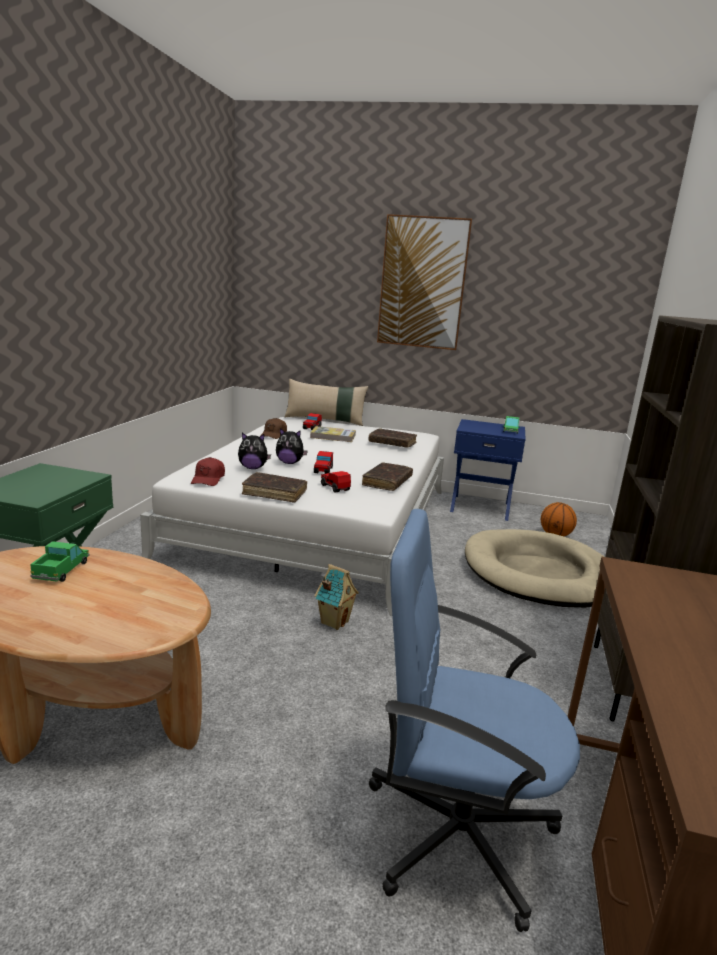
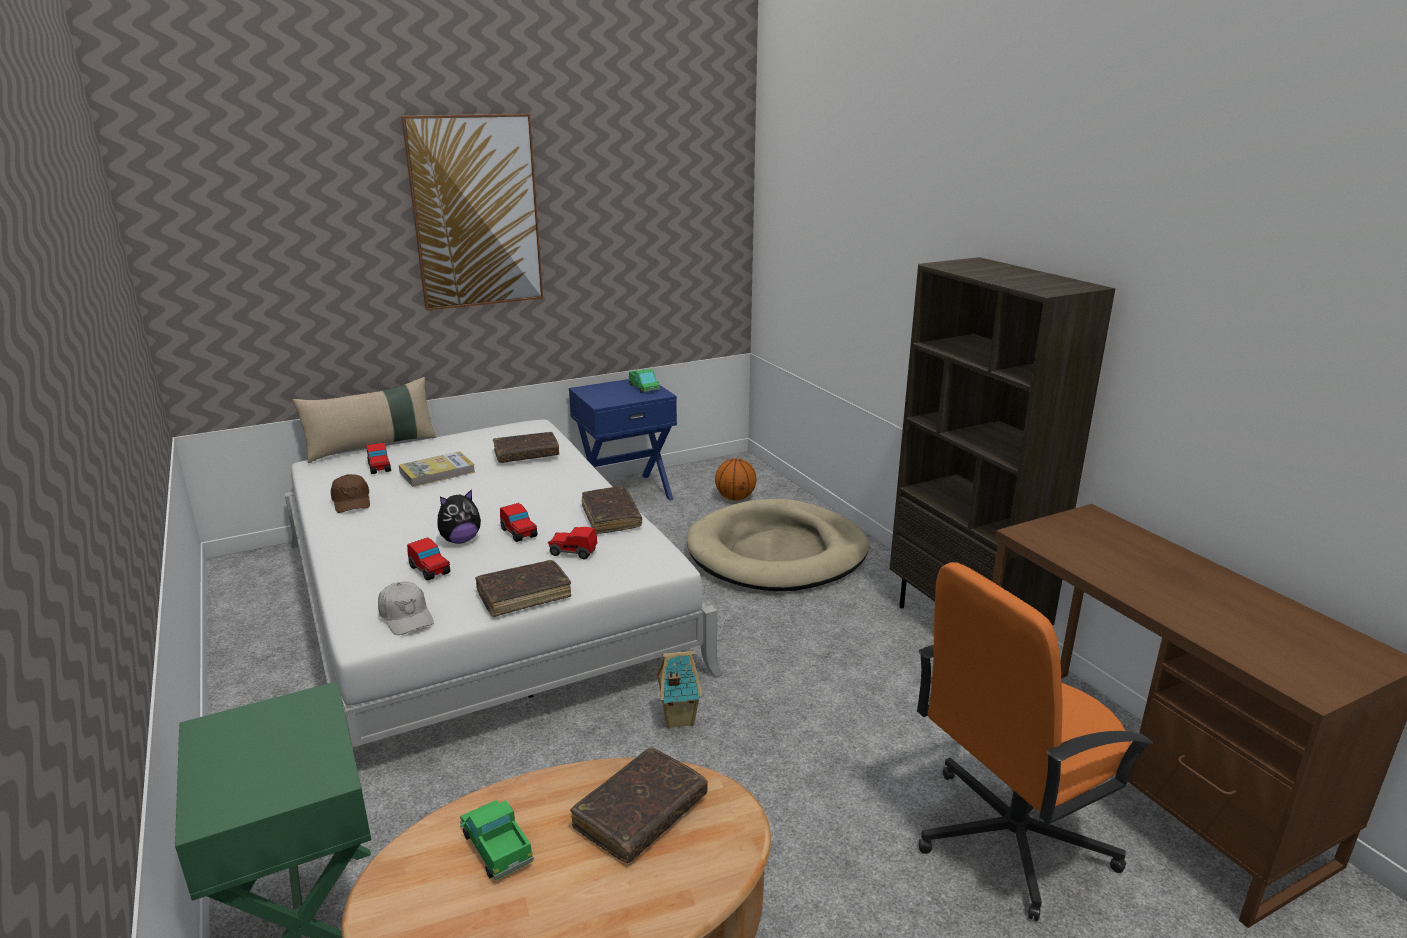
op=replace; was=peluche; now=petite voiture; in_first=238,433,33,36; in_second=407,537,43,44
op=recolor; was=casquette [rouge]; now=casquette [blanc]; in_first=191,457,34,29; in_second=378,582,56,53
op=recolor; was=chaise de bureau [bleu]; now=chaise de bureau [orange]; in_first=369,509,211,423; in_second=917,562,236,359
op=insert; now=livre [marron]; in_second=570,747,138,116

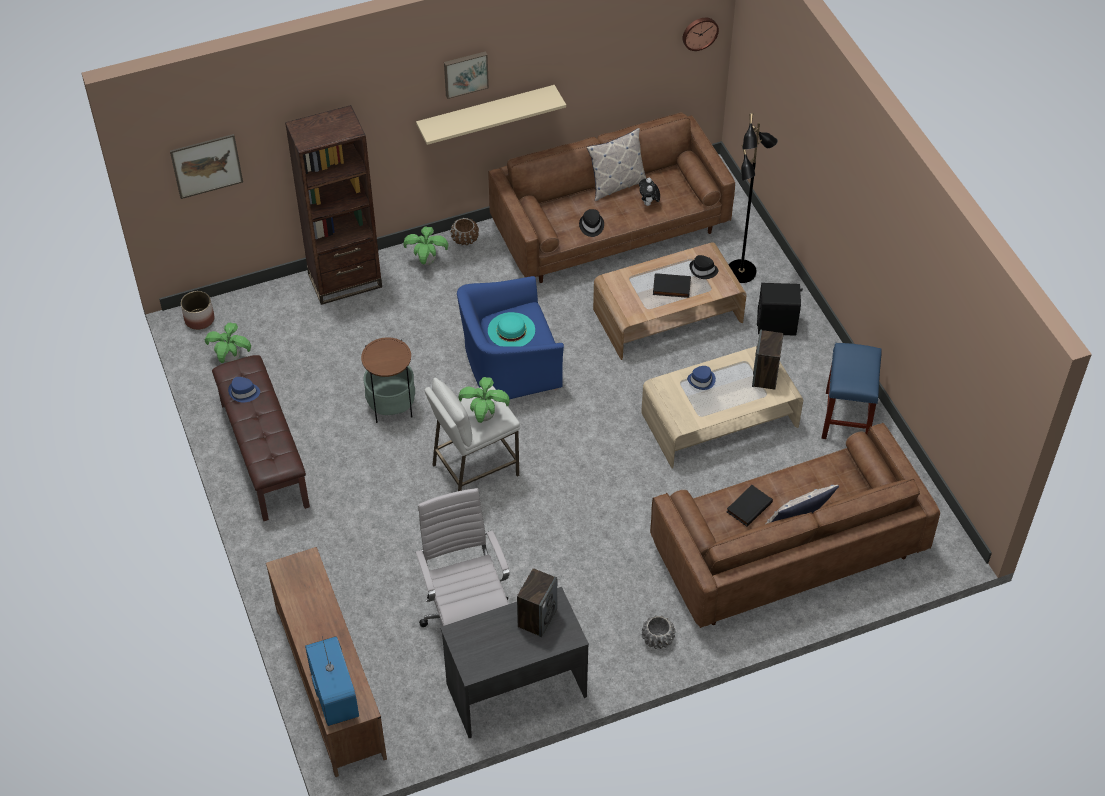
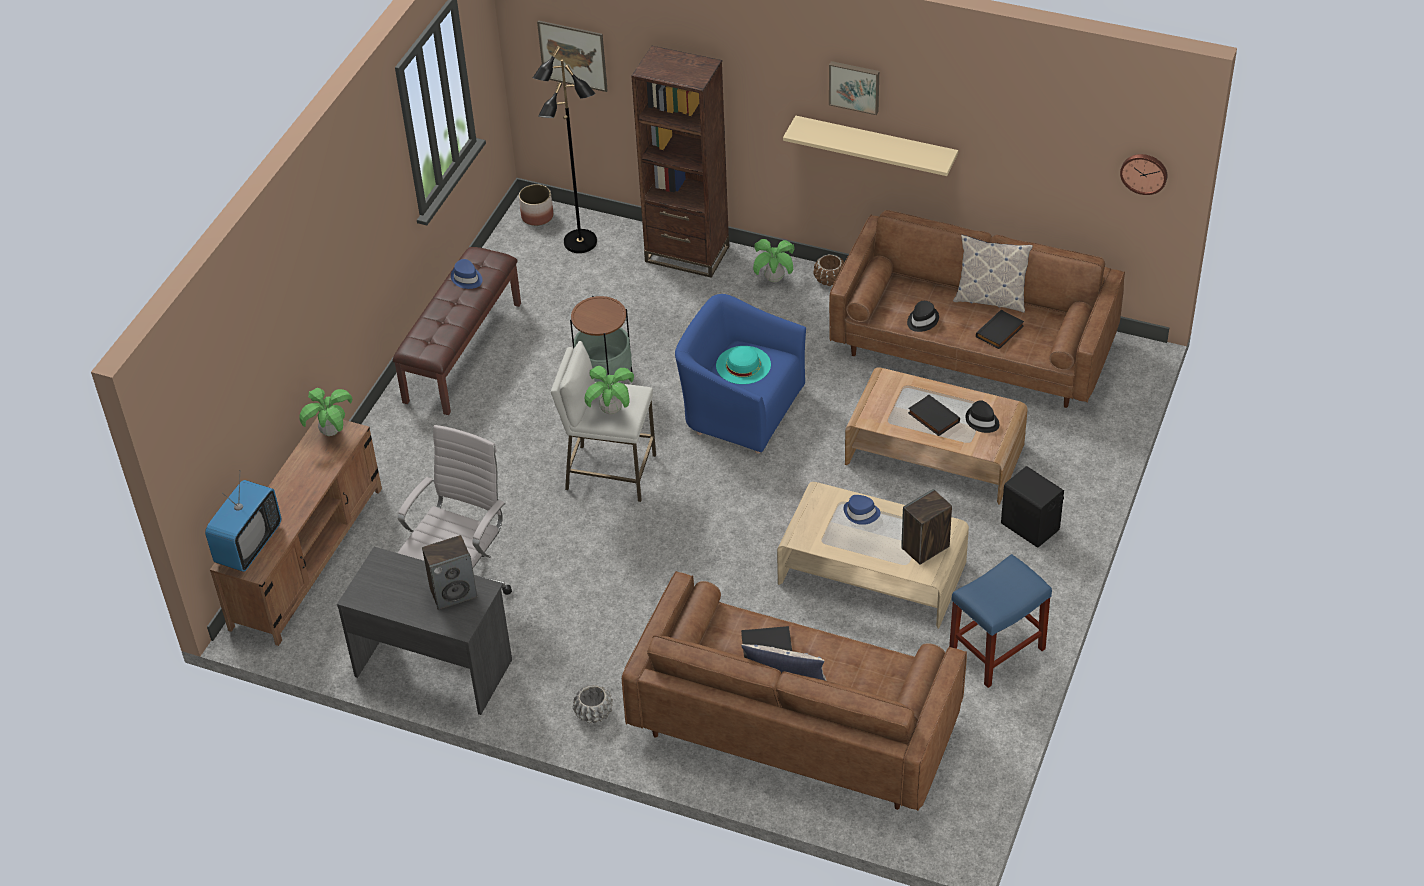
op=move; was=lampadaire [noir]; in_first=728,113,50,170; in_second=533,46,64,207
op=replace; was=peluche; now=livre [noir]; in_first=639,178,21,28; in_second=976,310,48,39
op=move; was=plante en pot; in_first=205,323,46,40; in_second=299,388,53,48

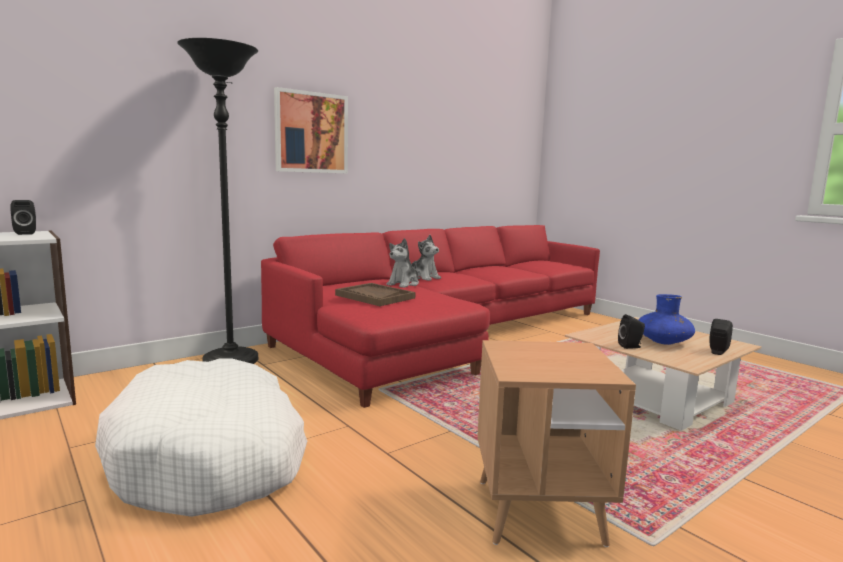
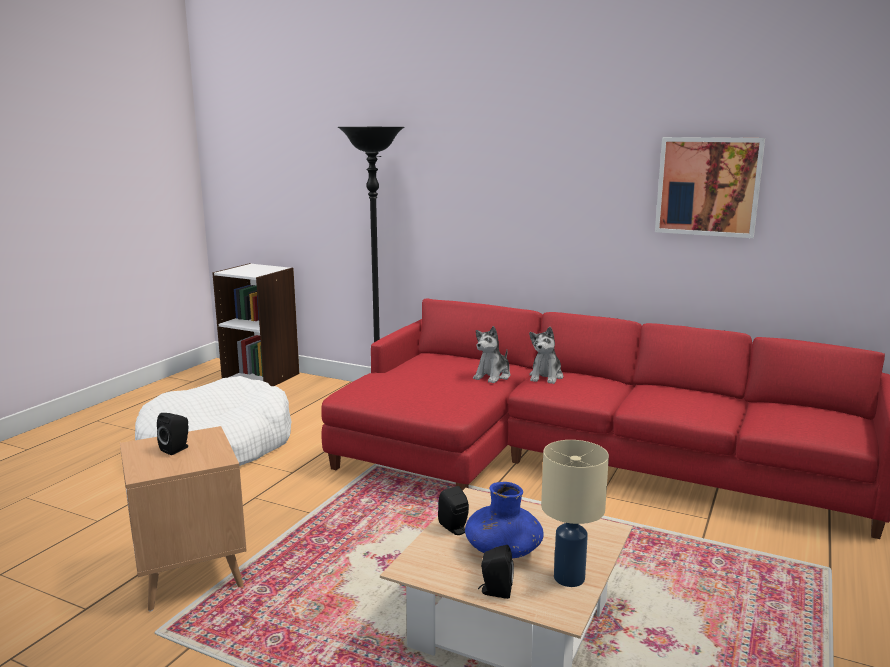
op=move; was=tableau; in_first=274,87,74,86; in_second=655,137,110,101
op=move; was=enceinte [noir]; in_first=10,200,26,35; in_second=157,413,31,42
op=rotate; was=peluche; in_first=386,238,33,50; in_second=473,326,37,57; clockwise=-60
op=delete; was=plateau [marron]; in_first=335,283,81,23
op=insert; now=lampe de table [beige]; in_second=541,440,68,147

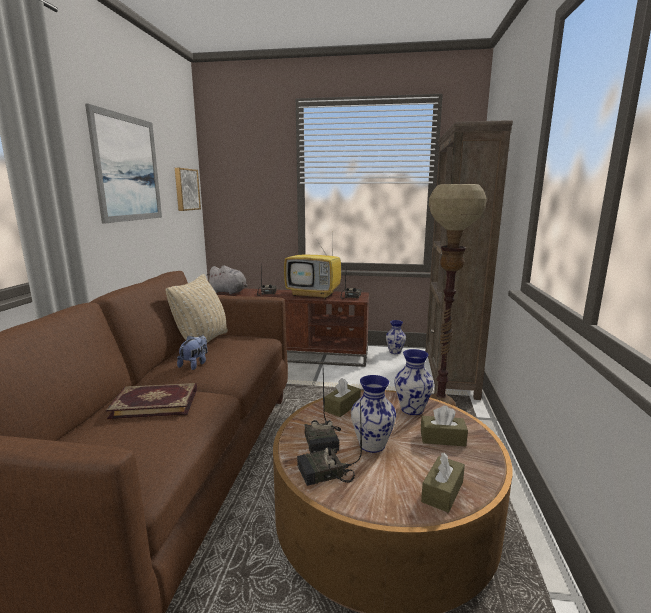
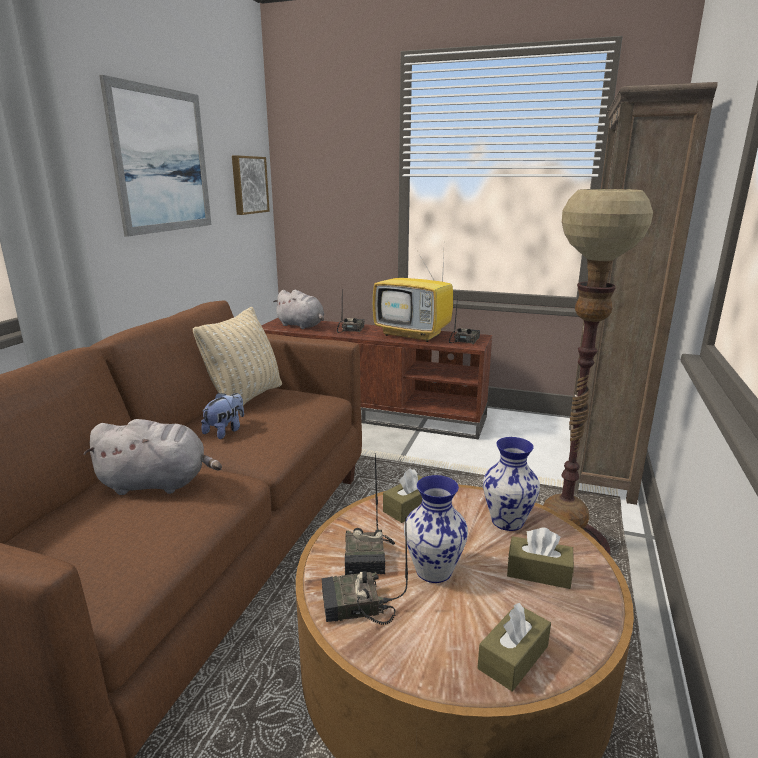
op=delete; was=vase; in_first=386,320,20,34
op=replace; was=livre; now=peluche [gris]; in_first=106,383,91,36; in_second=83,419,139,76

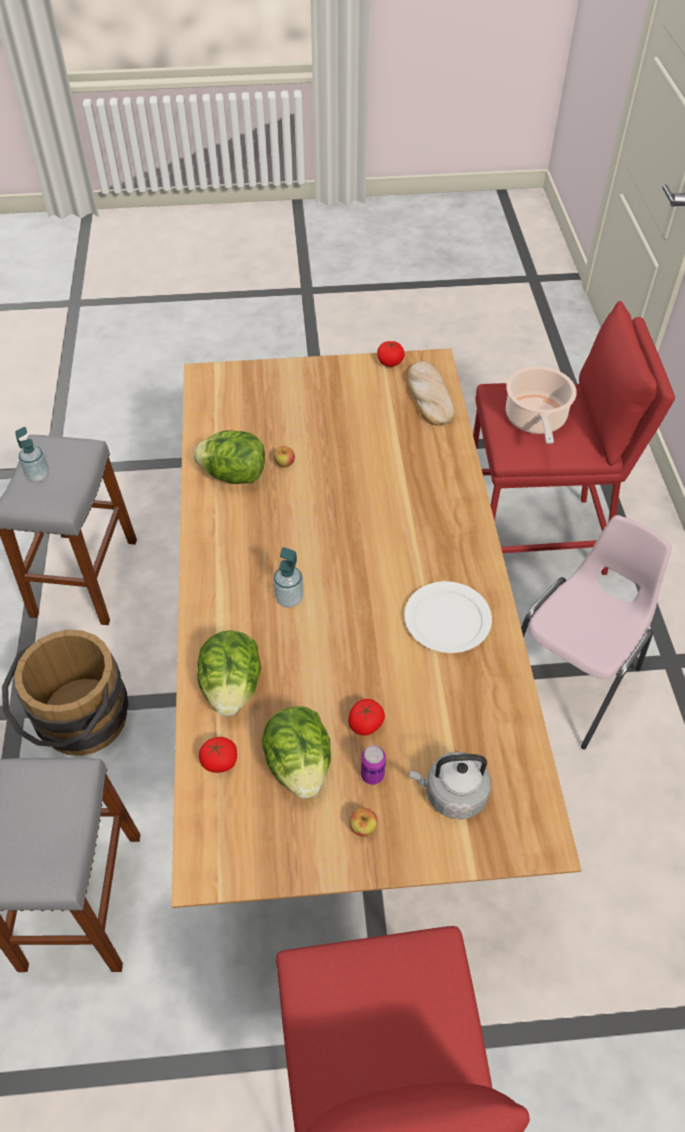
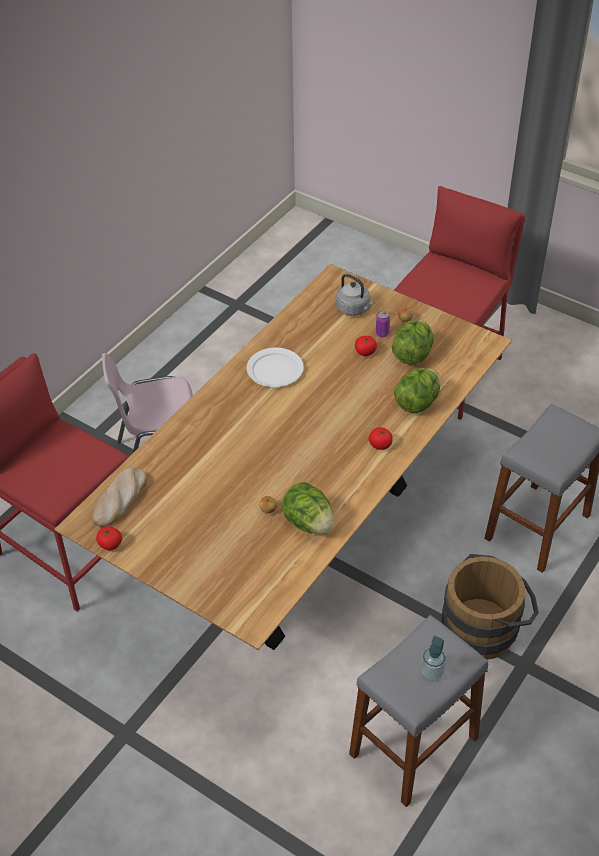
op=delete; was=marmite; in_first=506,366,71,78
op=delete; was=distributeur de savon; in_first=273,547,31,61
op=move; was=tomate; in_first=199,737,38,36; in_second=369,427,24,23

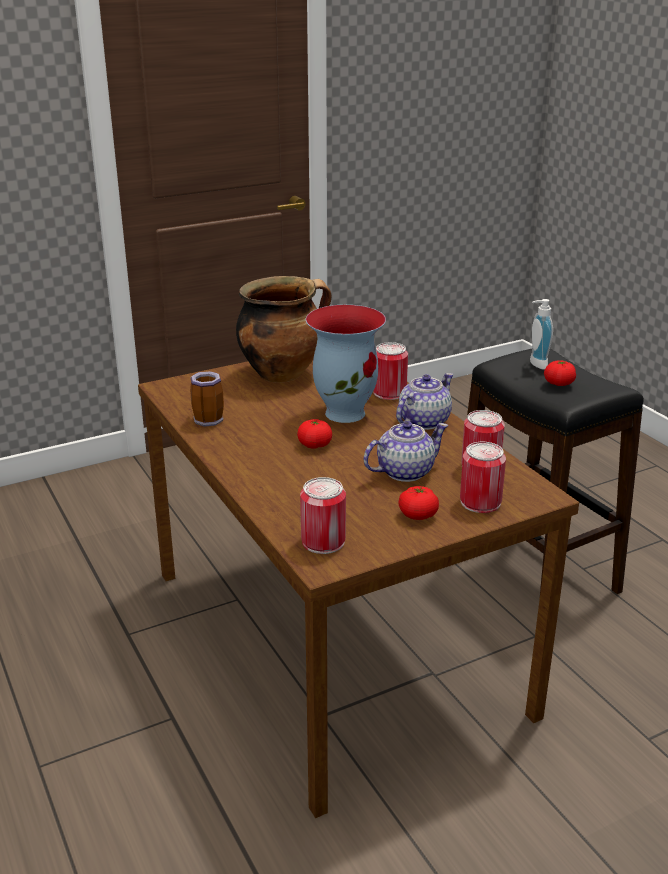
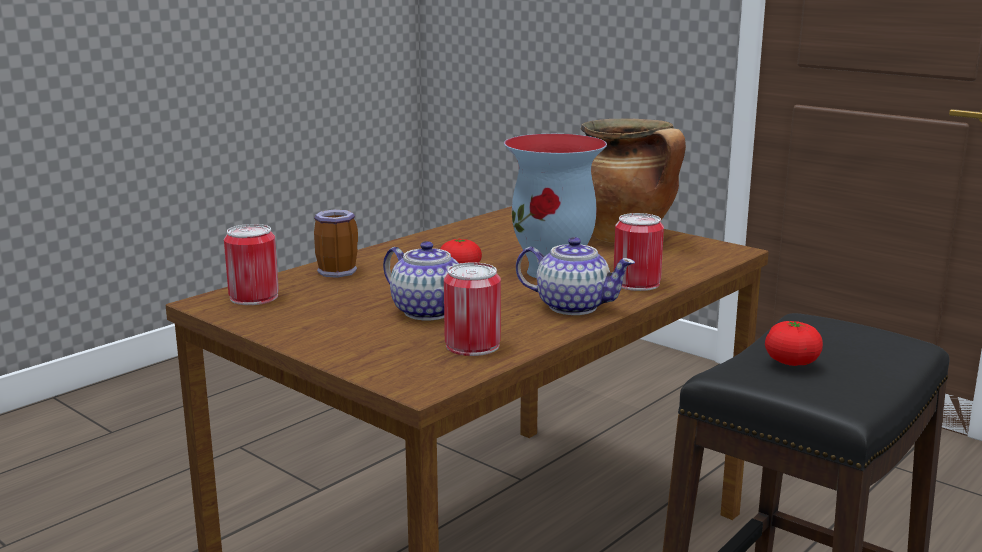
op=delete; was=distributeur de savon; in_first=530,299,23,70
op=move; was=mug; in_first=190,371,34,56; in_second=314,209,44,69
op=delete; was=boîte métallique; in_first=460,442,46,71
op=delete; was=tomate; in_first=399,486,40,34

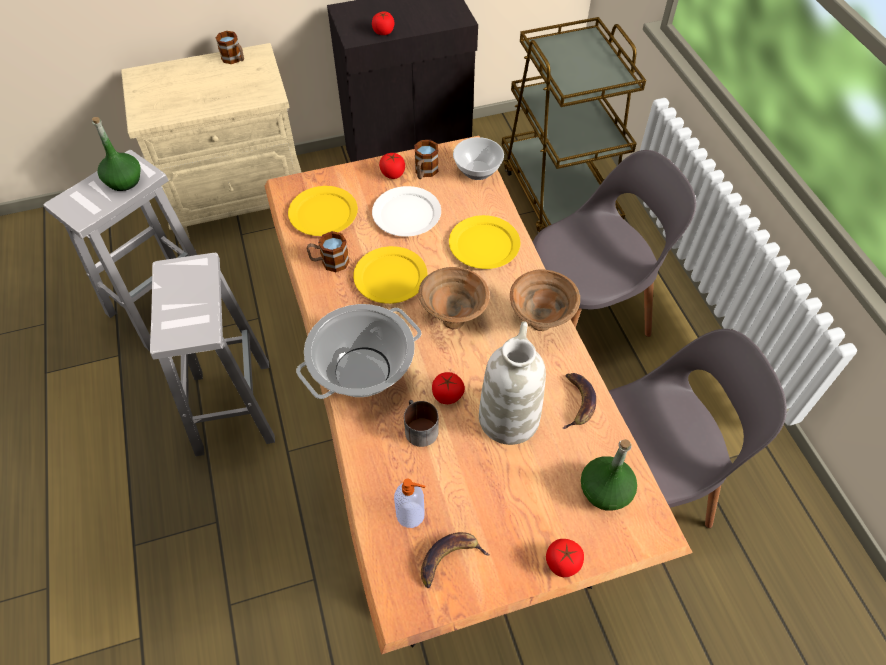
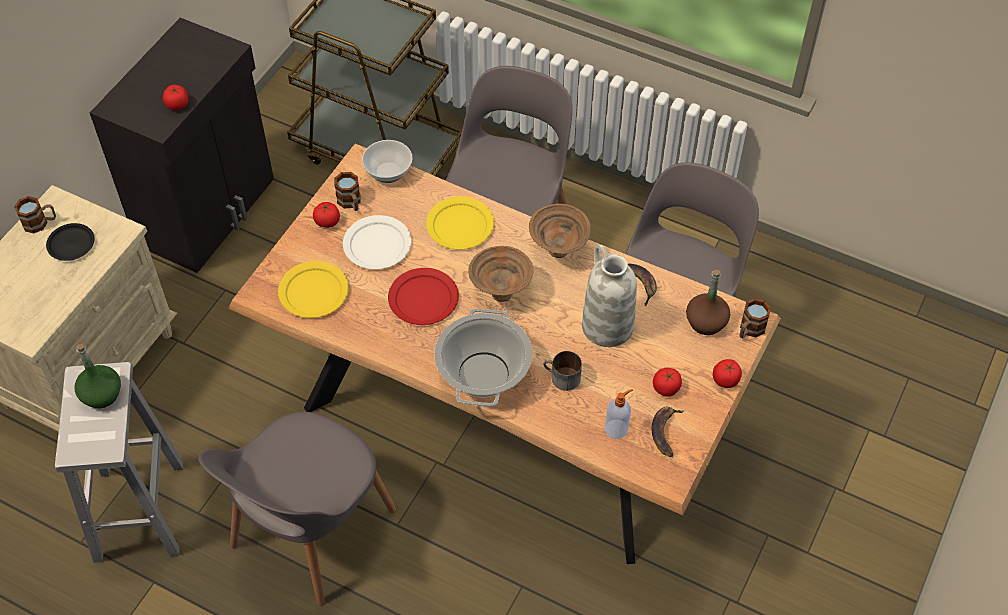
op=move; was=mug; in_first=306,231,43,41; in_second=739,298,32,41
op=recolor; was=assiette [jaune]; now=assiette [rouge]; in_first=353,246,74,58; in_second=388,268,71,57
op=replace; was=tabouret [blanc]; now=chaise [gris]; in_first=150,253,125,203; in_second=198,412,198,194
op=move; was=tomate; in_first=432,372,33,32; in_second=653,368,29,29
op=recolor; was=bouteille [vert]; now=bouteille [marron]; in_first=581,439,56,71; in_second=686,270,44,65
op=insert; now=assiette [noir]; in_second=46,223,49,38

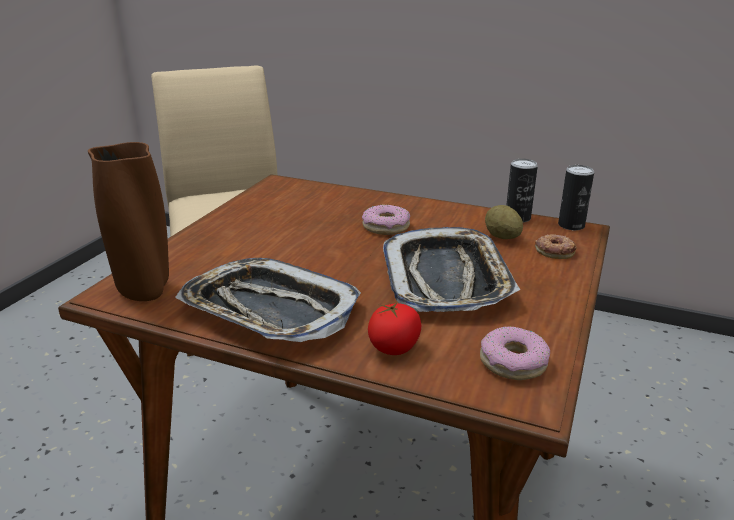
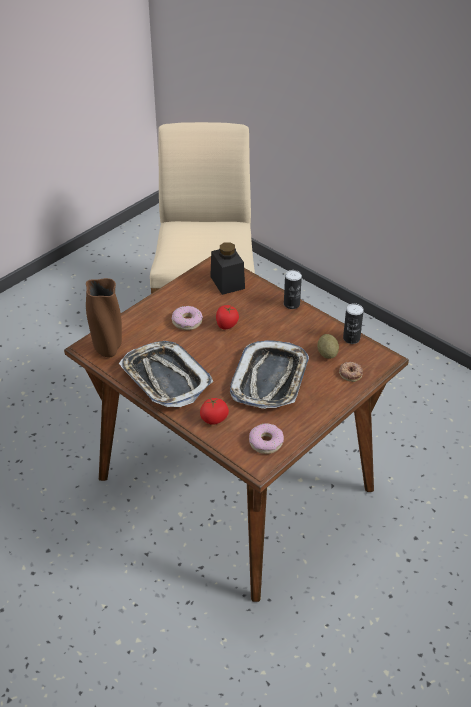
op=move; was=boîte métallique; in_first=558,165,36,65; in_second=284,270,18,39
op=move; was=beignet; in_first=362,205,48,30; in_second=172,306,31,24
op=insert; now=bocal [noir]; in_second=210,242,35,53
op=insert; now=tomate; in_second=216,305,23,24

